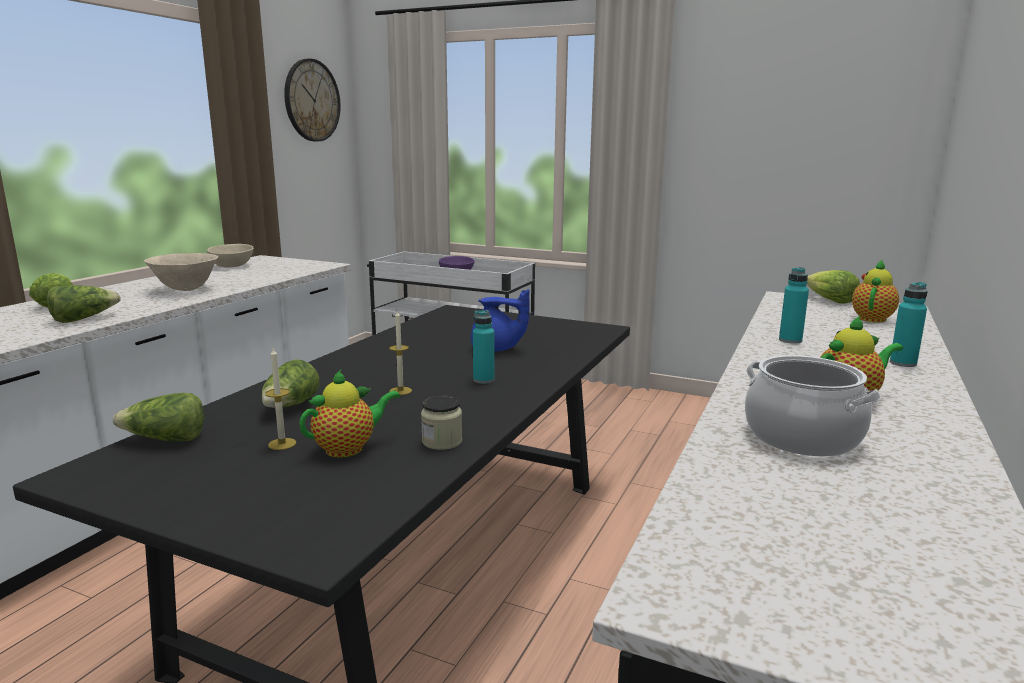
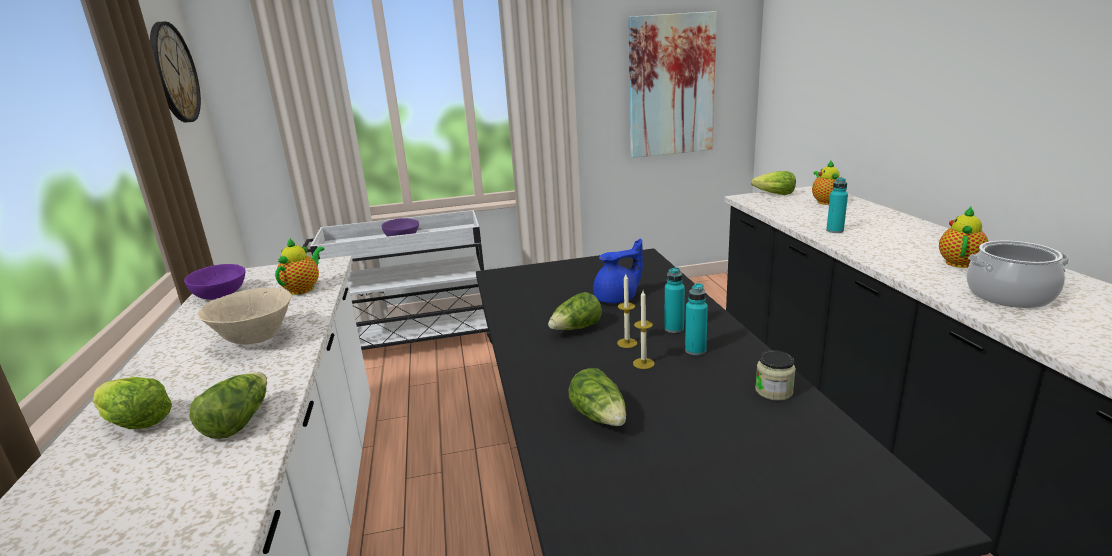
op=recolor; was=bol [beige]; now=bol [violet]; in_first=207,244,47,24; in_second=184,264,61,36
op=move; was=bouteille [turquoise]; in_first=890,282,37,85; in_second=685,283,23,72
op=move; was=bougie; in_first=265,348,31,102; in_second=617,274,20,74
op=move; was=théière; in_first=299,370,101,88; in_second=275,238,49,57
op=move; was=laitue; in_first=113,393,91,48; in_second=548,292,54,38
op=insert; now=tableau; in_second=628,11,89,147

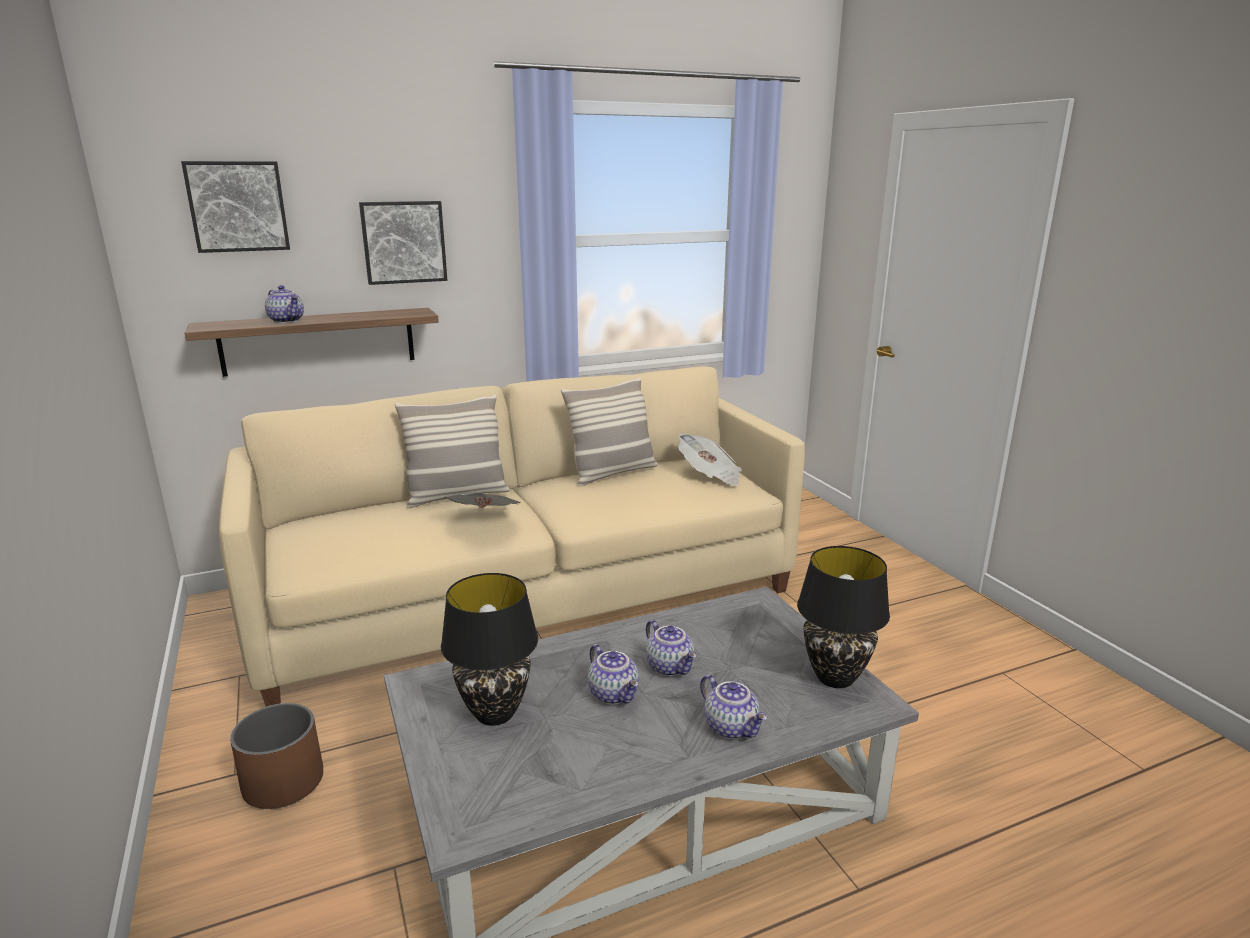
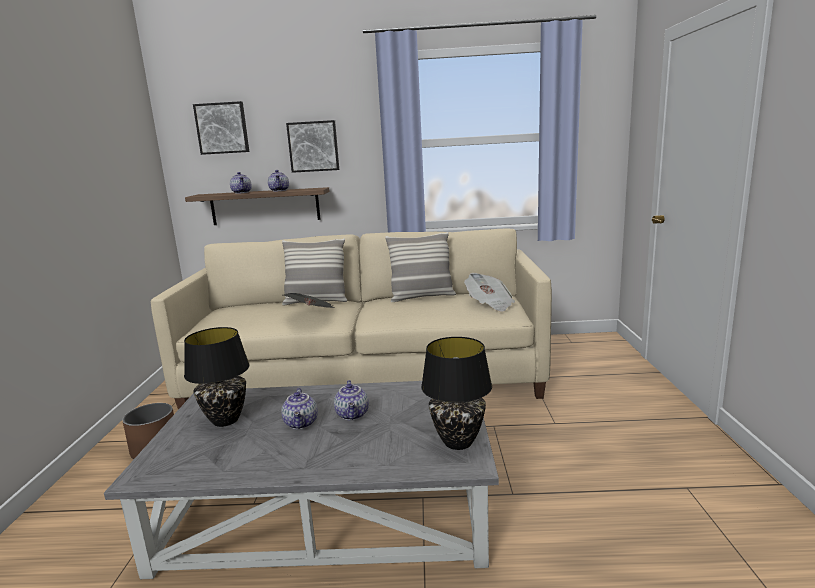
op=move; was=théière; in_first=700,675,67,64; in_second=268,170,21,21

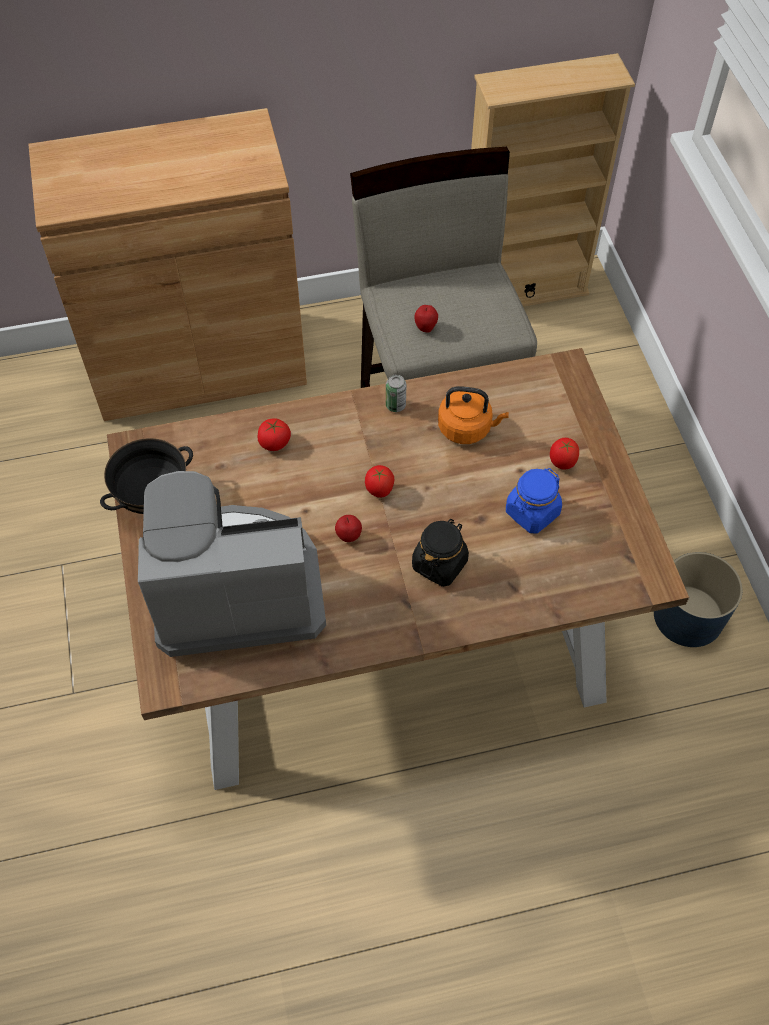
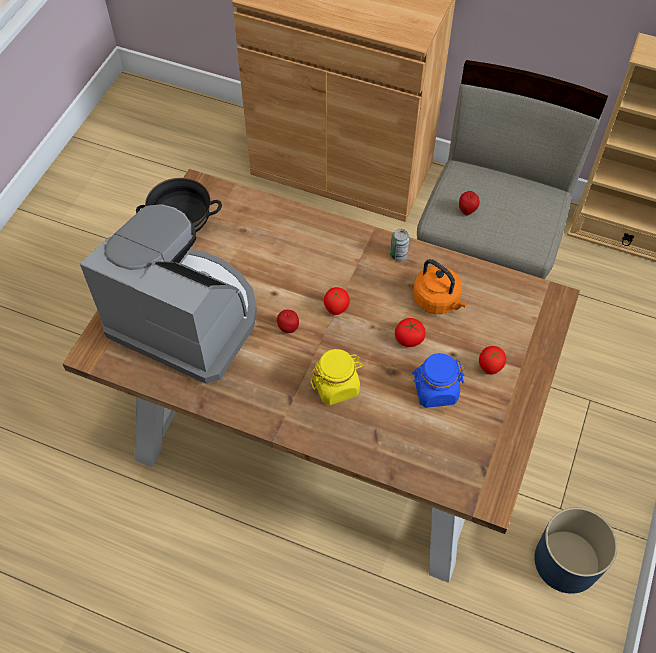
op=move; was=tomate; in_first=257,418,34,33; in_second=395,318,30,29
op=recolor; was=bocal [noir]; now=bocal [jaune]; in_first=412,519,57,68; in_second=311,349,52,56

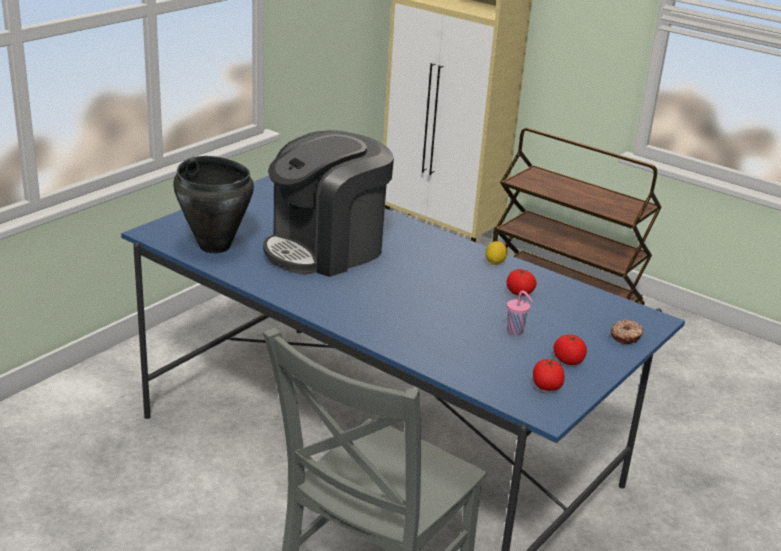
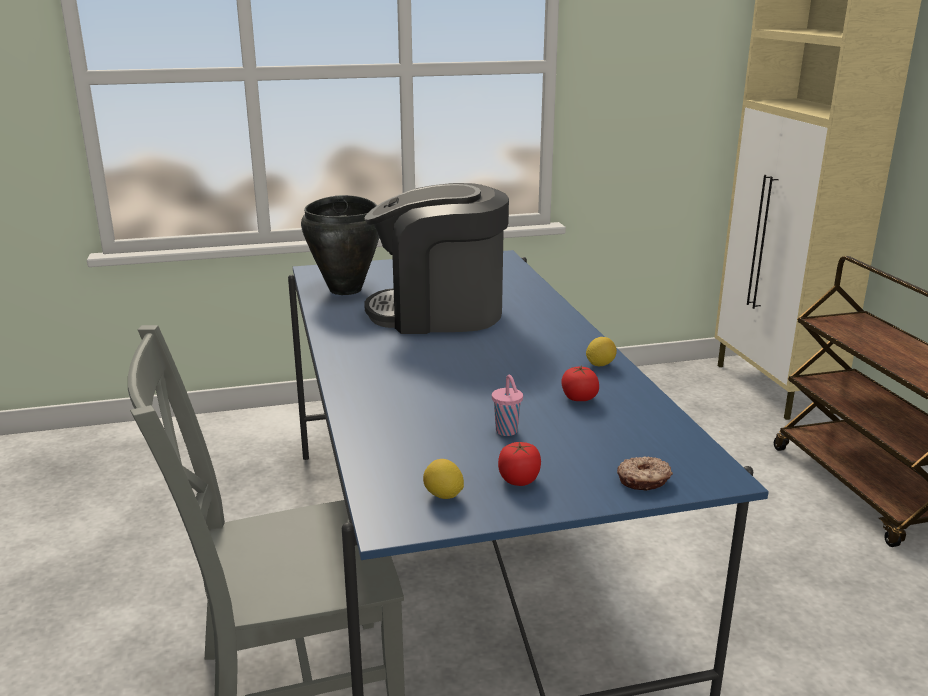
op=replace; was=tomate; now=citron; in_first=533,359,31,32; in_second=423,459,41,40

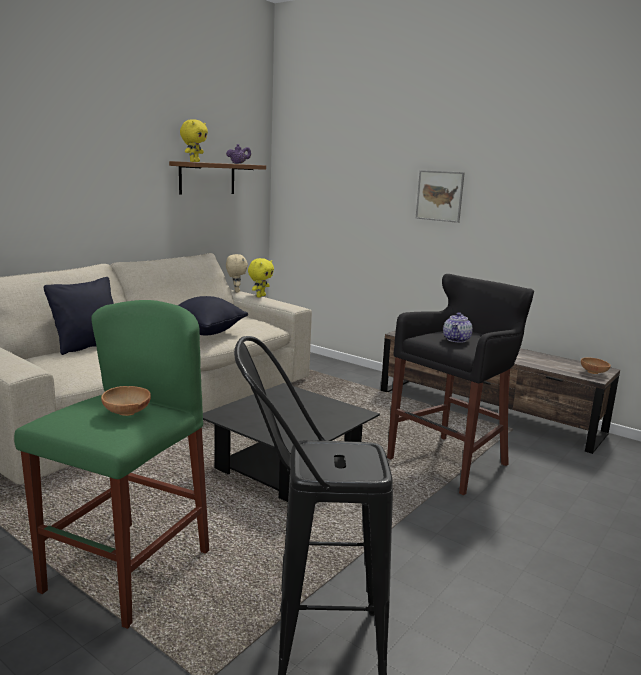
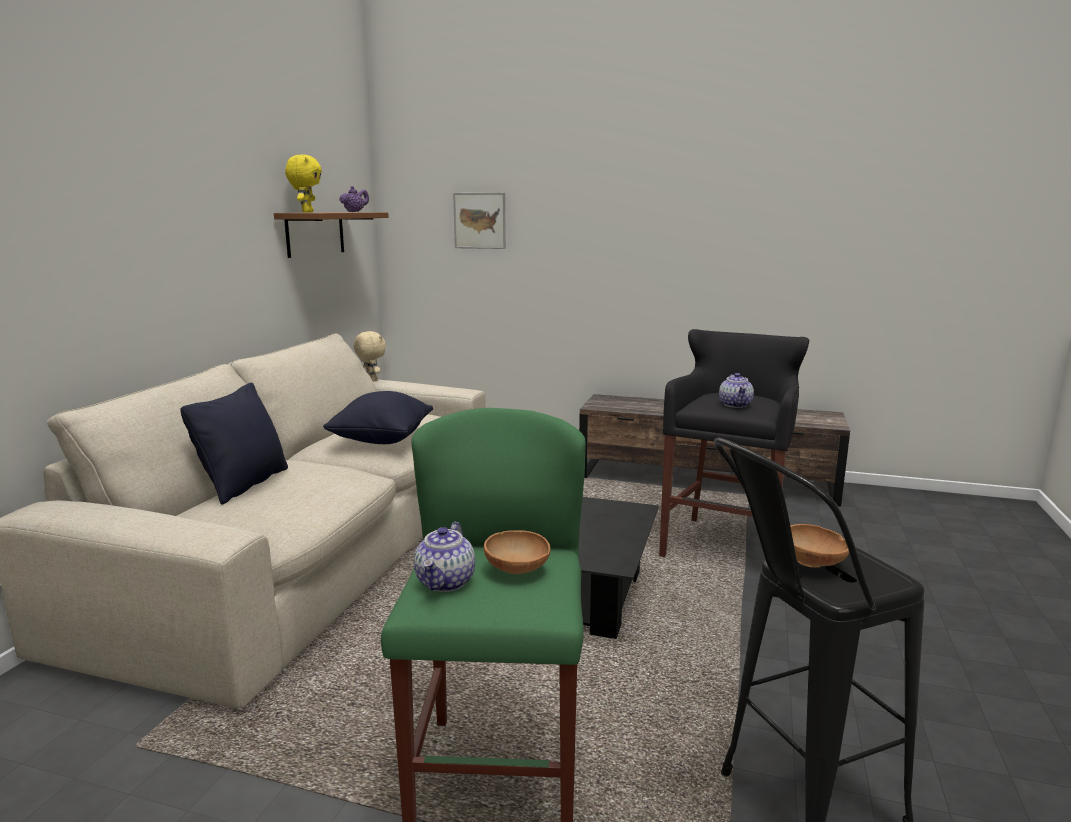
op=move; was=tableau; in_first=416,170,49,53; in_second=453,193,53,56
op=delete; was=peluche [jaune]; in_first=248,258,26,39
op=move; was=bol [marron]; in_first=581,358,30,16; in_second=790,524,59,44
op=insert; now=théière; in_second=414,522,61,70

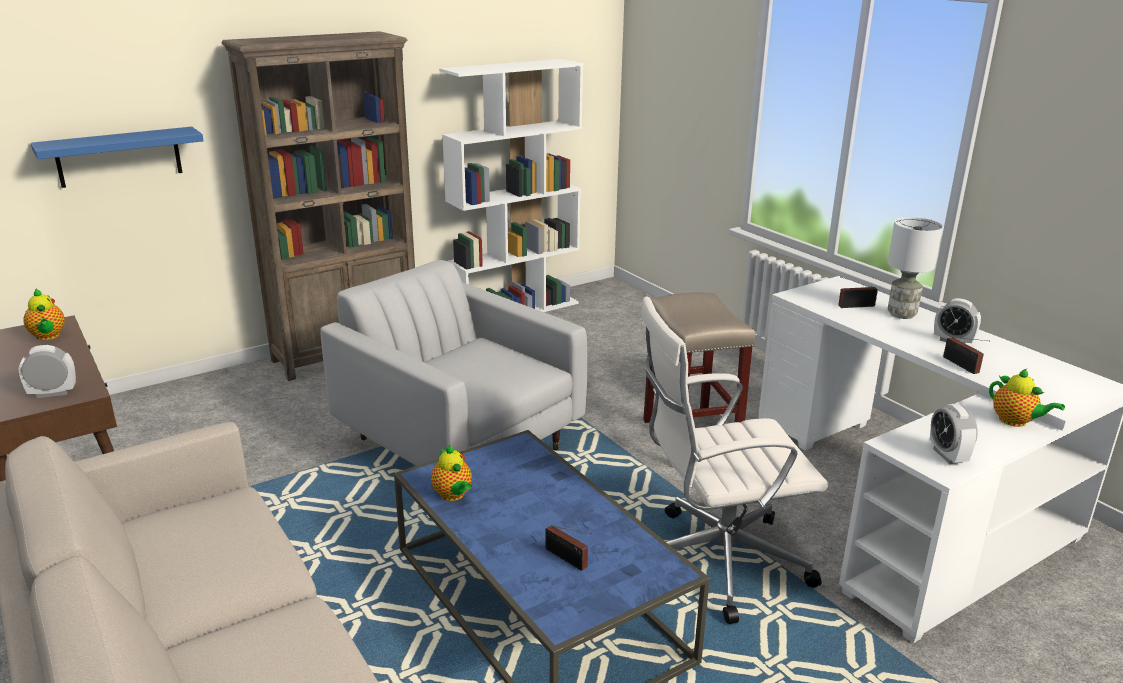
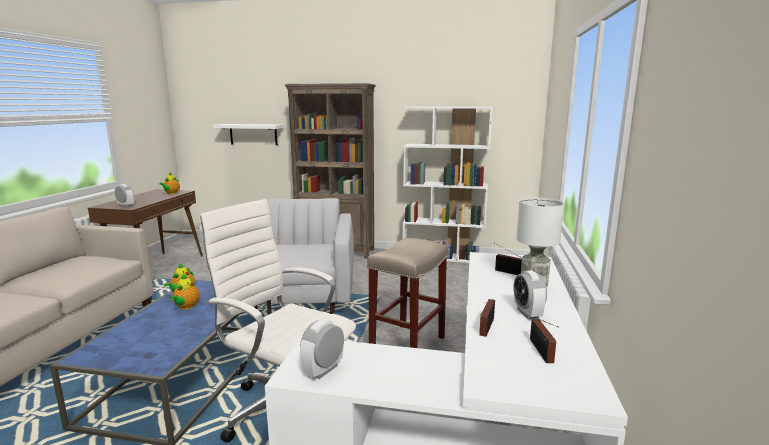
op=recolor; was=étagère [bleu]; now=étagère [blanc]; in_first=31,127,173,61; in_second=213,124,71,21
op=move; was=théière; in_first=989,369,76,58; in_second=170,274,29,36
op=move; was=radio; in_first=545,525,47,46; in_second=530,319,29,44

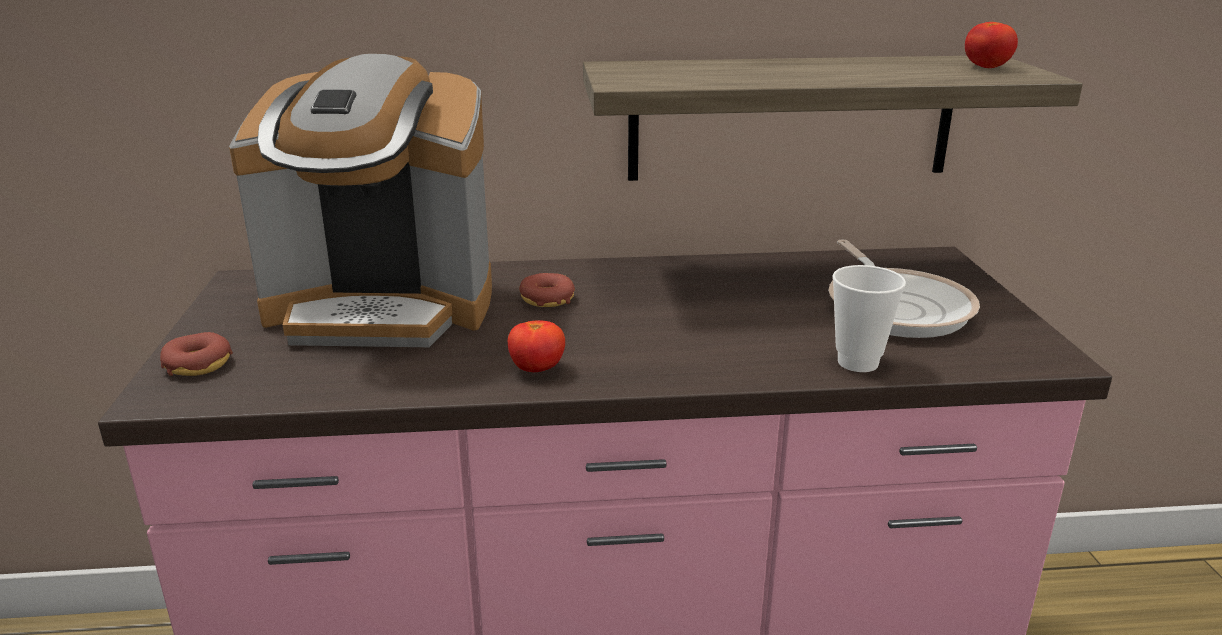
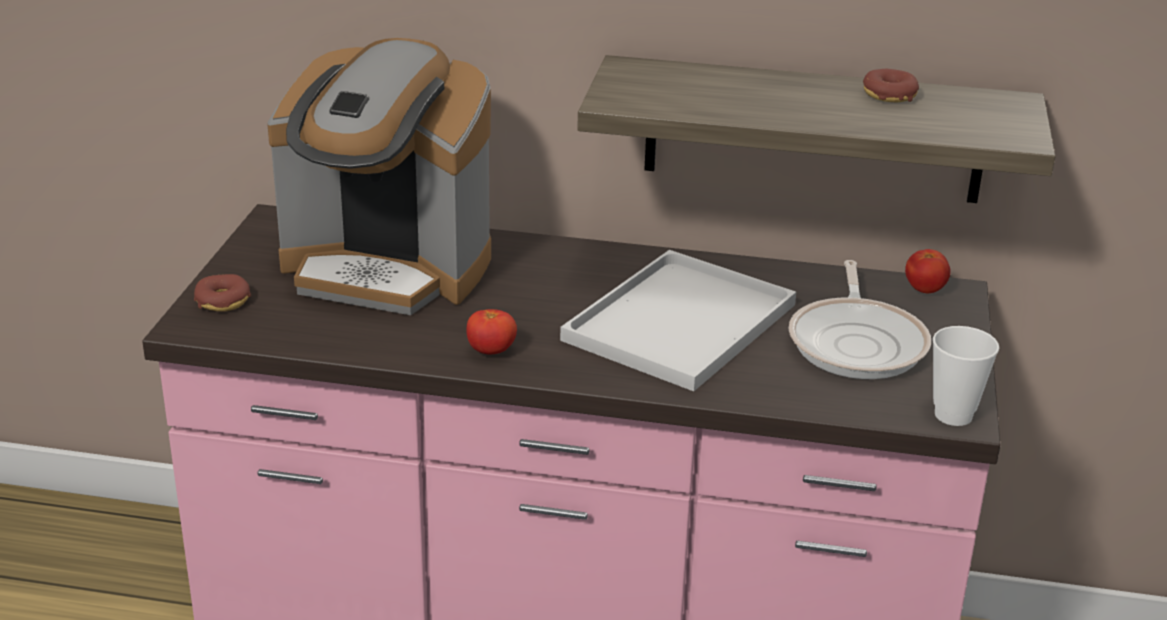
op=move; was=tomate; in_first=965,22,53,46; in_second=905,249,46,44
op=move; was=tasse; in_first=832,265,74,107; in_second=933,326,66,100
op=move; was=beignet; in_first=519,273,56,34; in_second=863,69,56,34
op=insert; now=plateau [blanc]; in_second=560,250,236,141

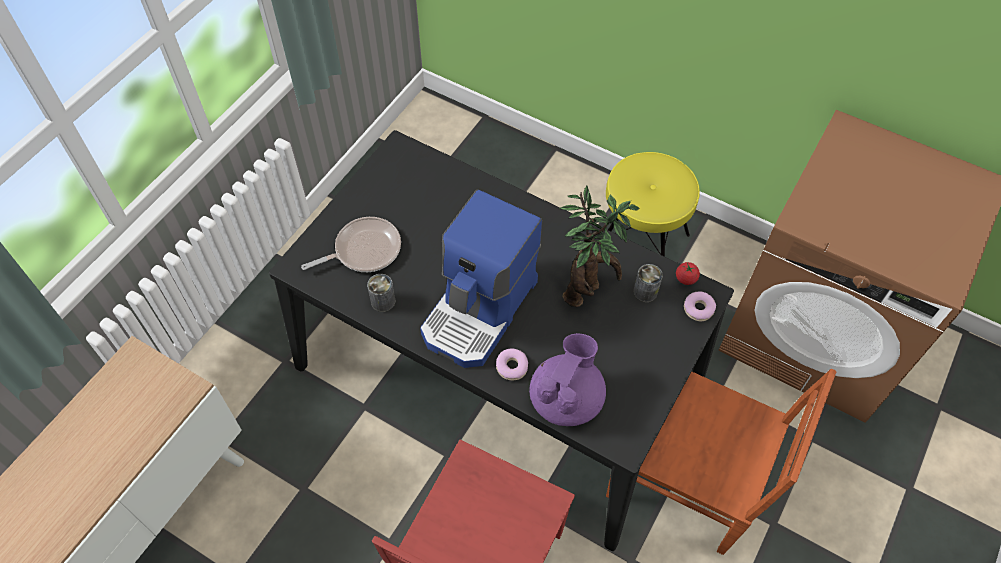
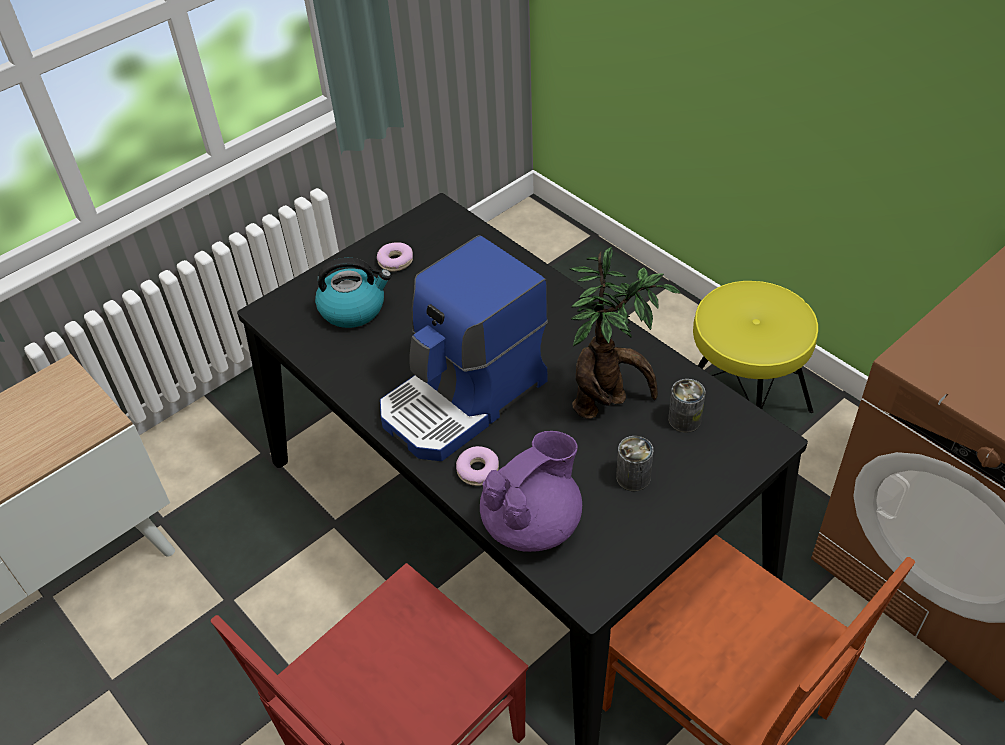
op=replace; was=poêle; now=bouilloire; in_first=301,217,100,55; in_second=315,258,77,70
op=delete; was=tomate; in_first=676,262,24,23
op=move; was=boîte métallique; in_first=367,274,28,38; in_second=616,436,37,55
op=move; was=beignet; in_first=684,291,32,30; in_second=377,242,36,30

